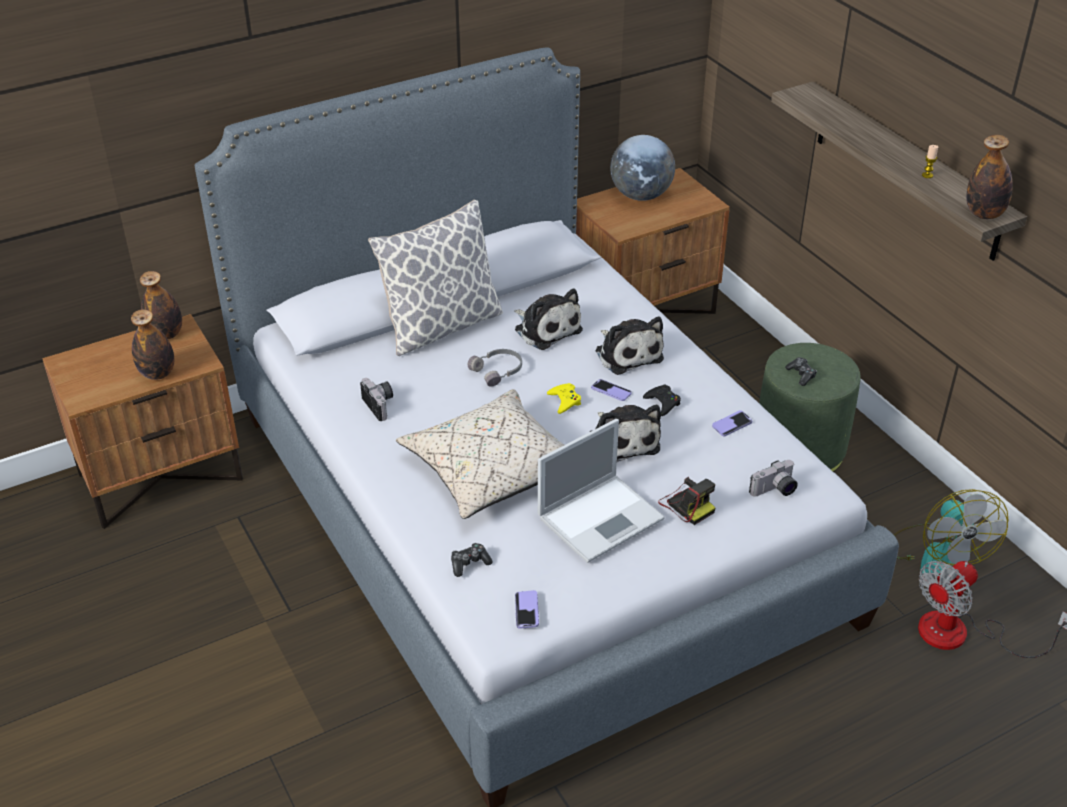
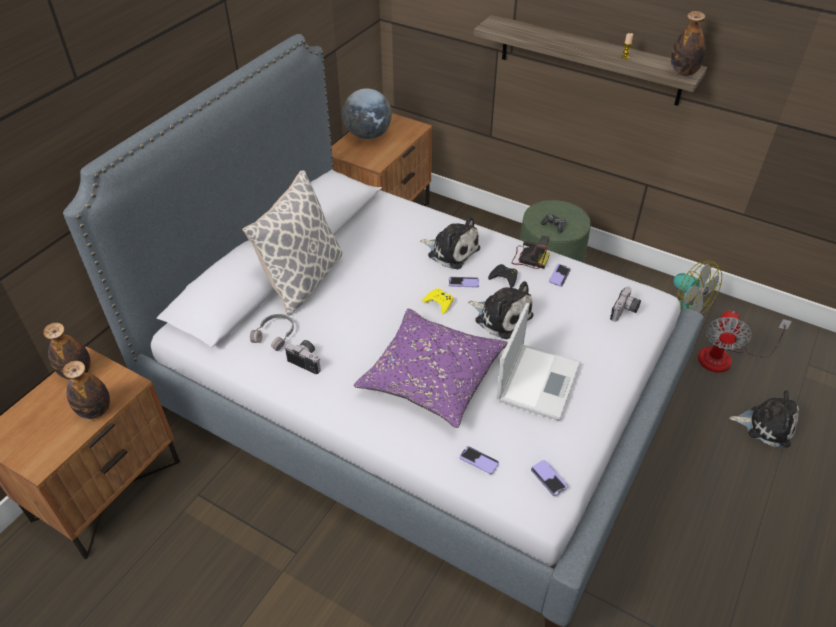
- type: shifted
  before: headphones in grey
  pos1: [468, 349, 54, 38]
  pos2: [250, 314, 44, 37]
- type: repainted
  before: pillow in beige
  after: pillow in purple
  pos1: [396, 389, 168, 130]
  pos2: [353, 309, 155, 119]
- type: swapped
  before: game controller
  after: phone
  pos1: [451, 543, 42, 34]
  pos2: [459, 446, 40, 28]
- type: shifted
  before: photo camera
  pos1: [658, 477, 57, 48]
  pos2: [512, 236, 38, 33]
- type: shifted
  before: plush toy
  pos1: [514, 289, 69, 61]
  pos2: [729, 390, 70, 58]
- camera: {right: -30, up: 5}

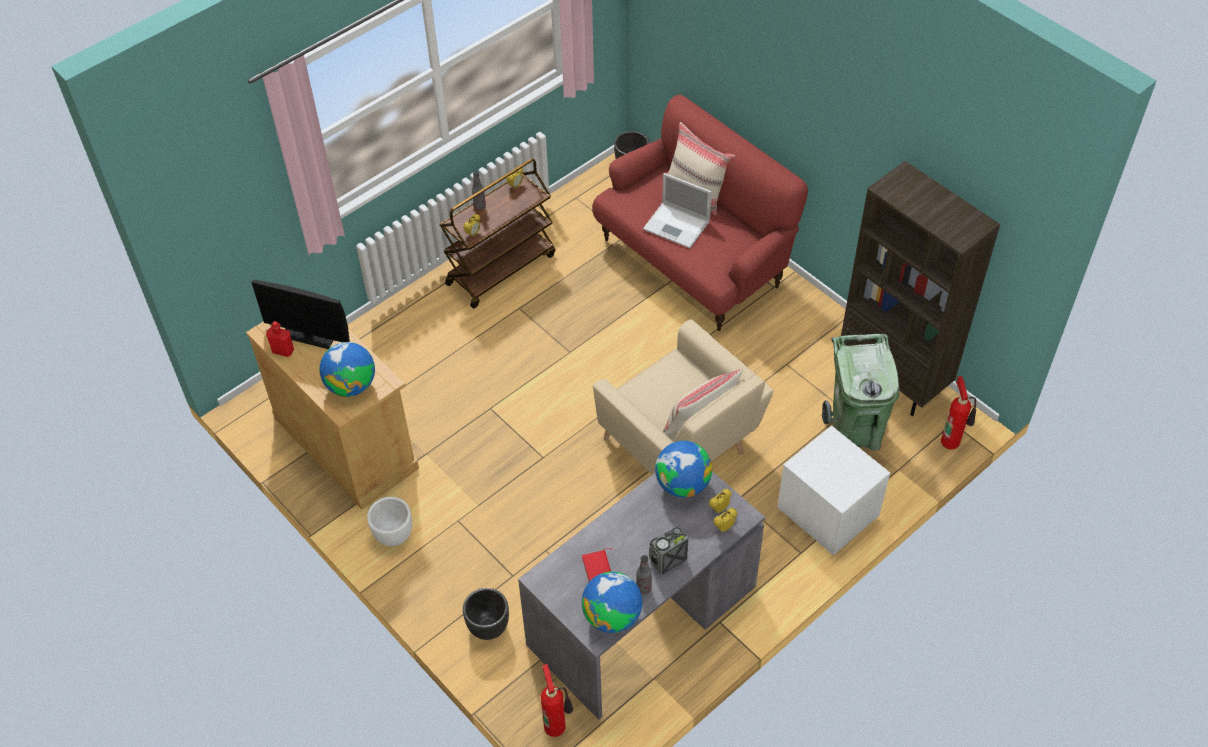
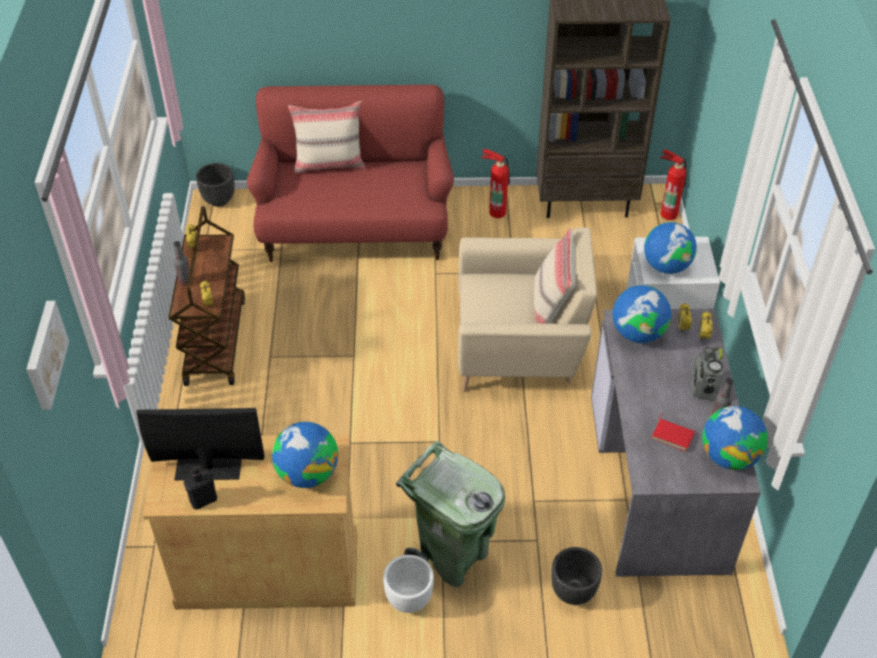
- type: new
  after: picture
  pos2: [26, 301, 43, 109]
- type: rotated
  before: monitor
  pos1: [251, 280, 99, 69]
  pos2: [136, 408, 129, 72]
  turn: -150
- type: repainted
  before: bottle in red
  after: bottle in black
  pos1: [266, 321, 28, 36]
  pos2: [184, 466, 33, 44]
- type: shifted
  before: trash can in green
  pos1: [822, 334, 78, 116]
  pos2: [396, 441, 109, 146]
- type: shifted
  before: fire extinguisher
  pos1: [541, 664, 32, 73]
  pos2: [481, 149, 29, 69]
- type: new
  after: globe
  pos2: [644, 222, 53, 52]
- type: gone
  before: laptop
  pos1: [643, 173, 69, 75]
- camera: {right: -50, up: -5}

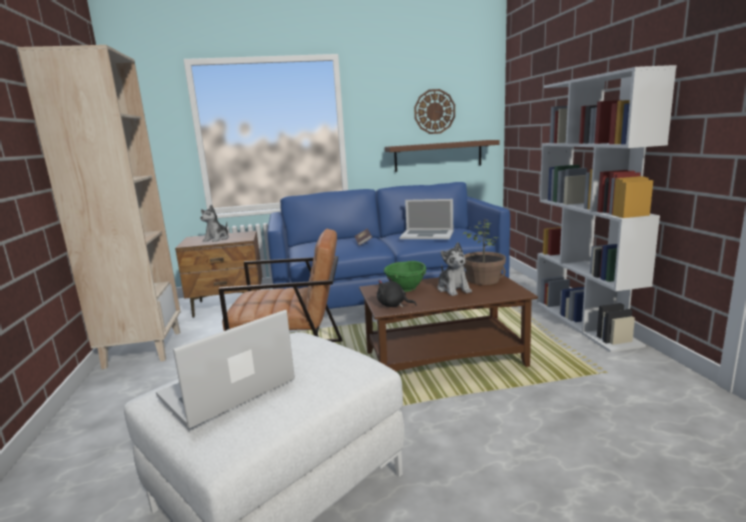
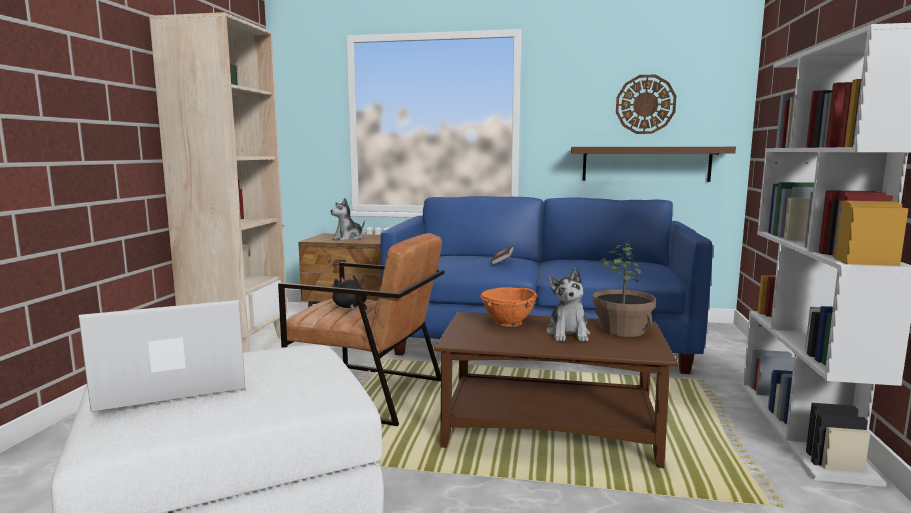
- type: shifted
  before: plush toy in black
  pos1: [377, 277, 40, 30]
  pos2: [332, 275, 35, 35]
- type: repainted
  before: bowl in green
  after: bowl in orange
  pos1: [384, 261, 42, 31]
  pos2: [480, 287, 57, 40]
- type: gone
  before: laptop
  pos1: [400, 199, 53, 40]
- camera: {right: 20, up: -5}

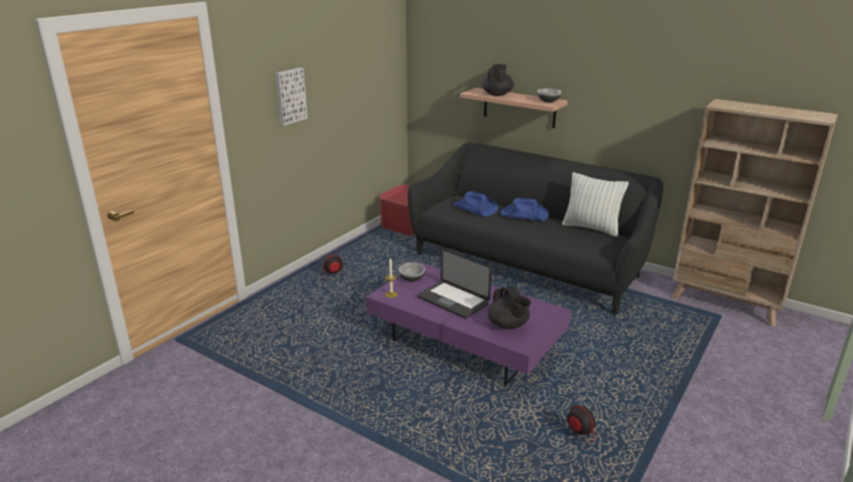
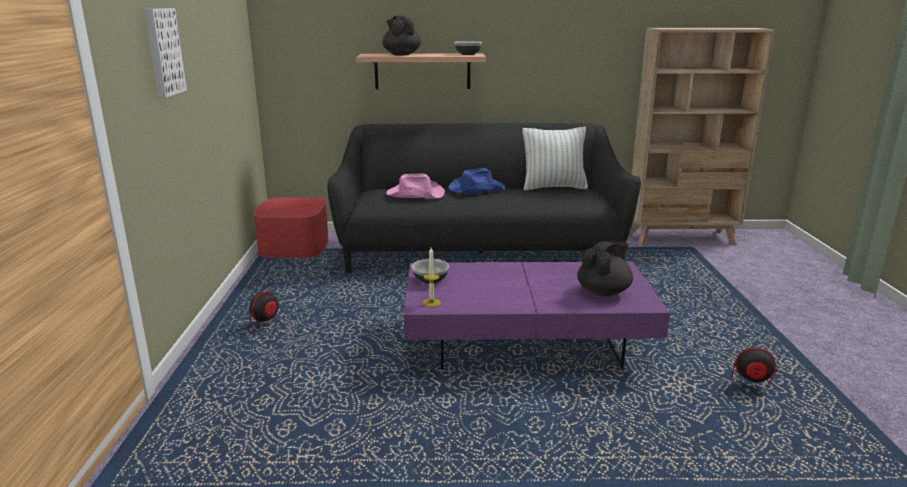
- type: repainted
  before: hat in blue
  after: hat in pink
  pos1: [454, 191, 45, 25]
  pos2: [386, 174, 59, 25]
- type: rotated
  before: teapot in black
  pos1: [488, 286, 43, 43]
  pos2: [577, 241, 56, 55]
  turn: -75
- type: gone
  before: laptop
  pos1: [417, 248, 75, 71]
- camera: {right: -35, up: -5}

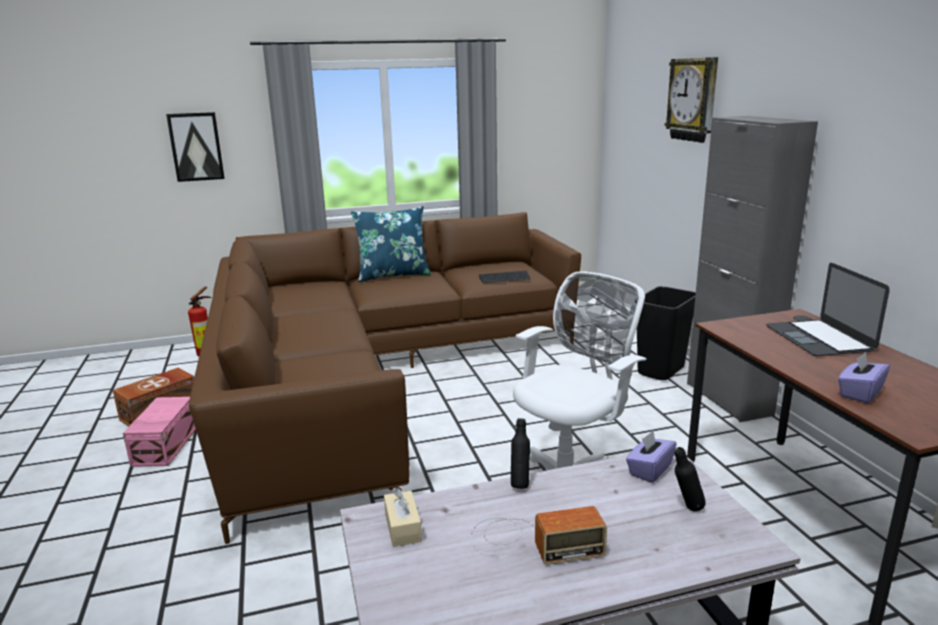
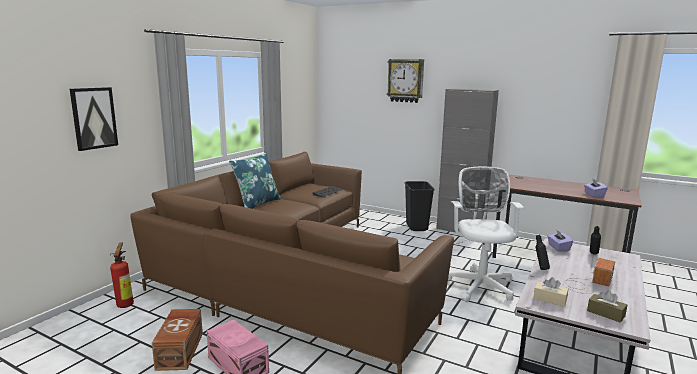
- type: new
  after: tissue box in brown
  pos2: [587, 290, 40, 33]
- type: gone
  before: laptop
  pos1: [766, 263, 124, 93]
- camera: {right: -45, up: -5}

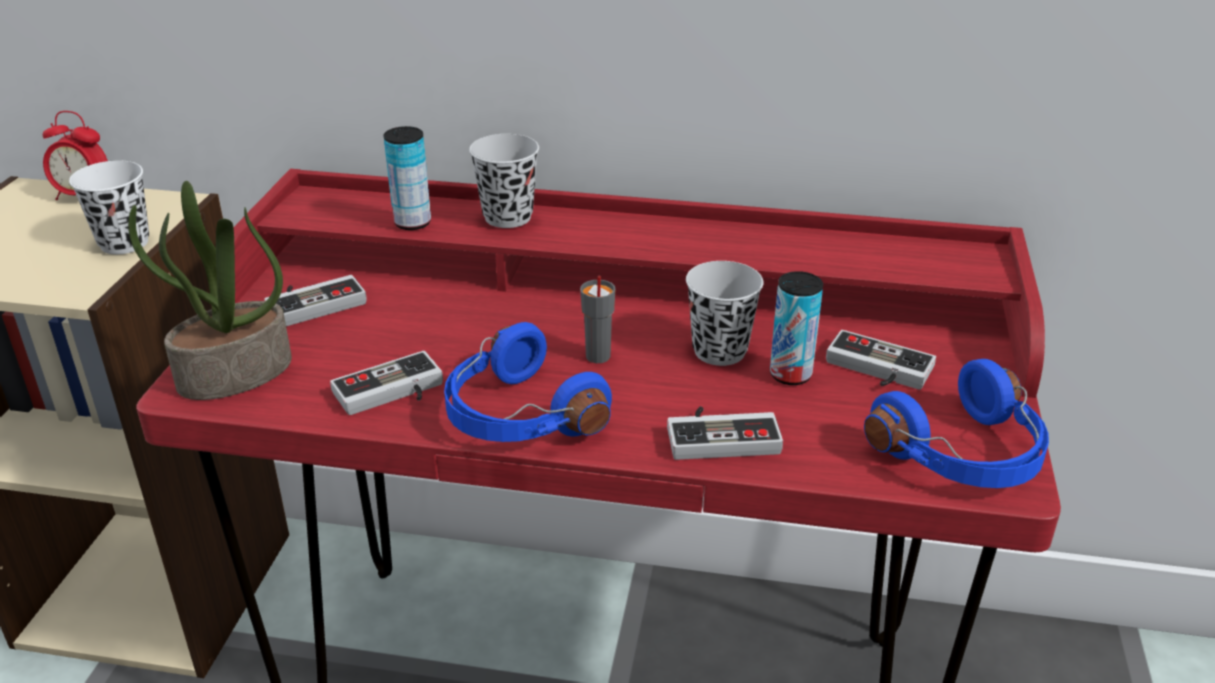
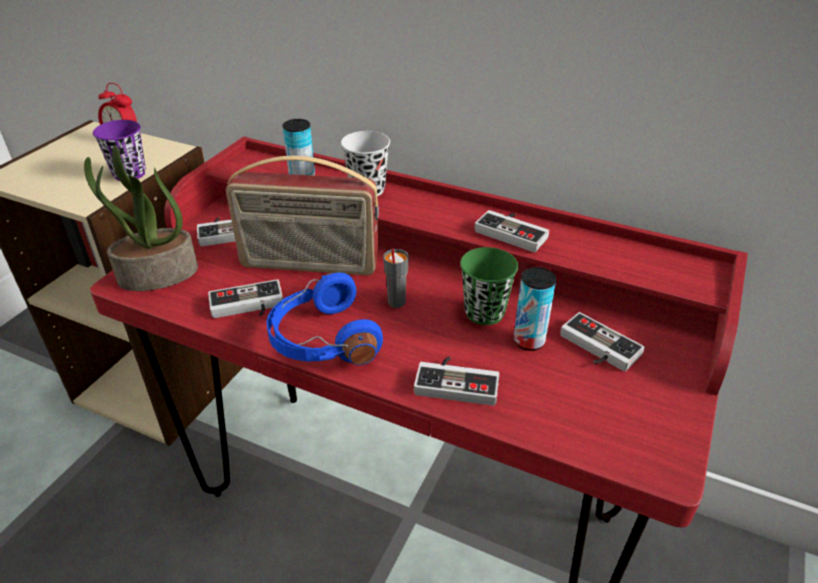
- type: repainted
  before: cup in white
  after: cup in purple
  pos1: [69, 160, 80, 94]
  pos2: [93, 120, 53, 61]
- type: new
  after: radio
  pos2: [226, 156, 153, 119]
- type: repainted
  before: cup in black
  after: cup in green
  pos1: [686, 261, 77, 105]
  pos2: [460, 247, 58, 78]
- type: new
  after: game controller
  pos2: [474, 210, 75, 42]
- type: gone
  before: headphones in blue
  pos1: [864, 359, 185, 129]
- camera: {right: 15, up: 5}

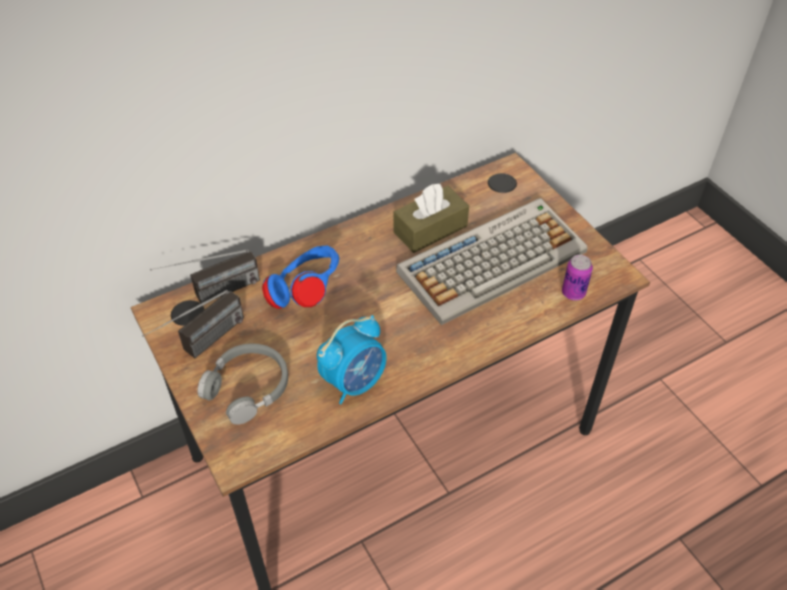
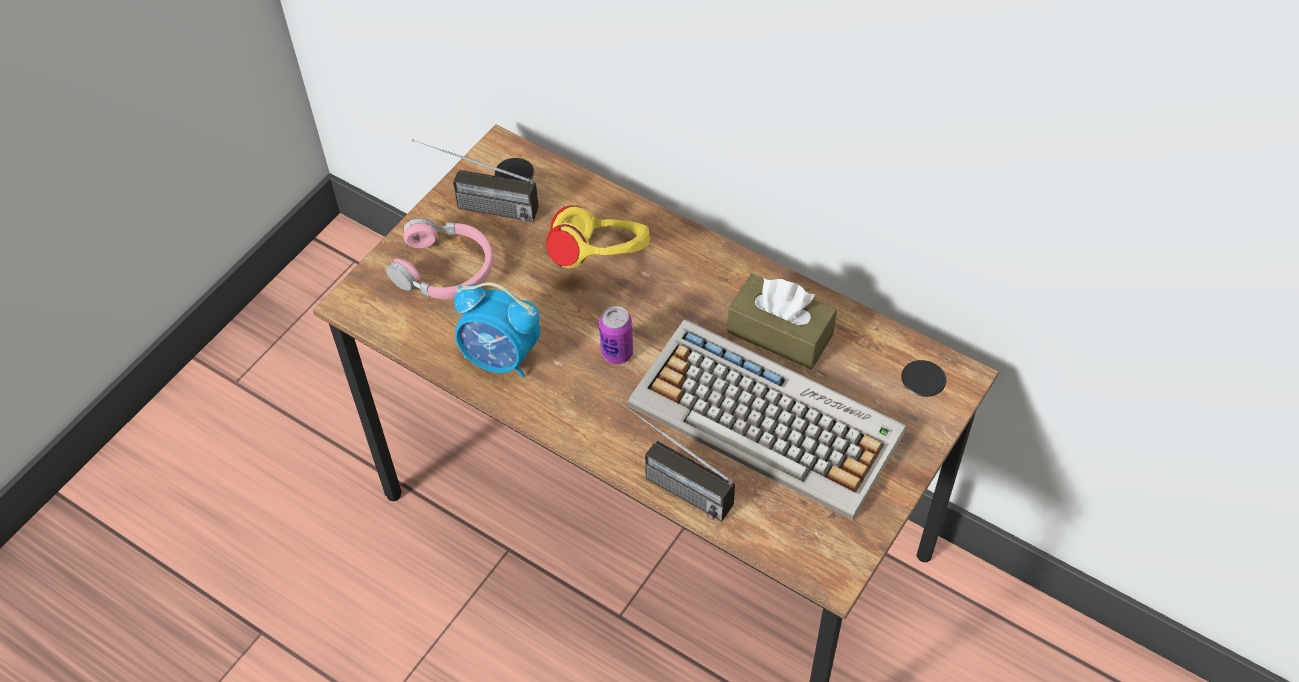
- type: repainted
  before: headphones in grey
  after: headphones in pink
  pos1: [197, 343, 91, 82]
  pos2: [386, 218, 107, 81]
- type: repainted
  before: headphones in blue
  after: headphones in yellow
  pos1: [262, 245, 77, 64]
  pos2: [546, 205, 104, 63]
- type: shifted
  before: can
  pos1: [562, 255, 31, 46]
  pos2: [599, 306, 34, 58]
- type: shifted
  before: radio
  pos1: [150, 249, 110, 54]
  pos2: [613, 397, 122, 124]
- camera: {right: 65, up: 5}

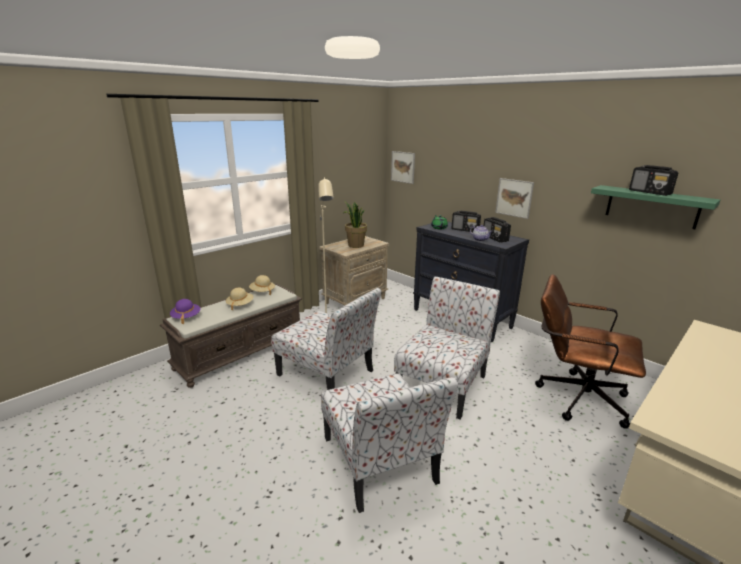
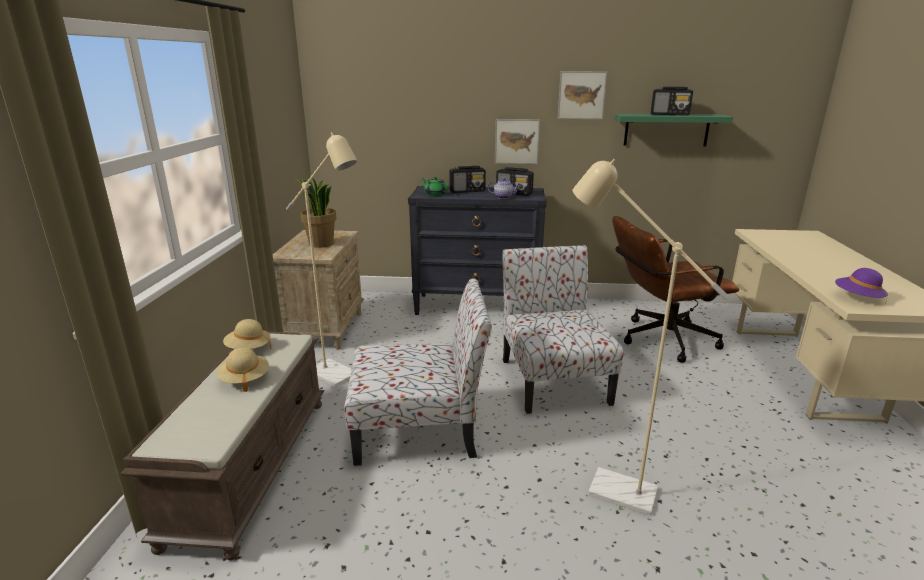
- type: shifted
  before: picture
  pos1: [391, 151, 24, 33]
  pos2: [558, 71, 49, 48]
- type: swapped
  before: chair
  after: floor lamp in beige
  pos1: [321, 373, 137, 140]
  pos2: [573, 159, 156, 357]
- type: shifted
  before: hat in purple
  pos1: [170, 299, 30, 25]
  pos2: [835, 268, 53, 36]
- camera: {right: -40, up: 0}

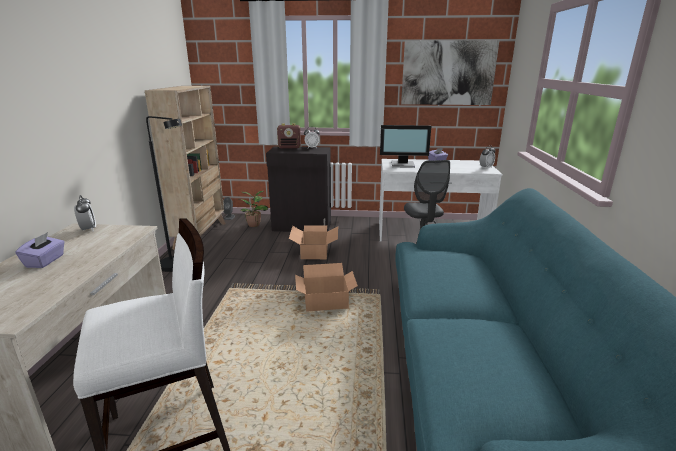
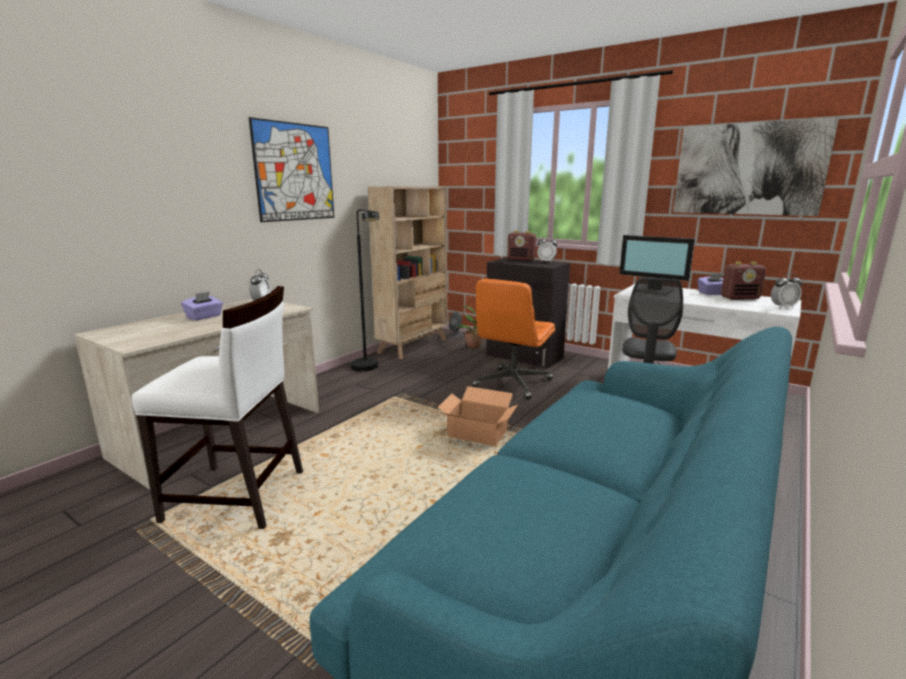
- type: new
  after: picture
  pos2: [249, 117, 85, 105]
- type: swapped
  before: cardboard box
  after: office chair in orange
  pos1: [289, 225, 49, 34]
  pos2: [472, 279, 83, 120]
- type: new
  after: radio
  pos2: [721, 262, 45, 38]
- camera: {right: 30, up: -5}

